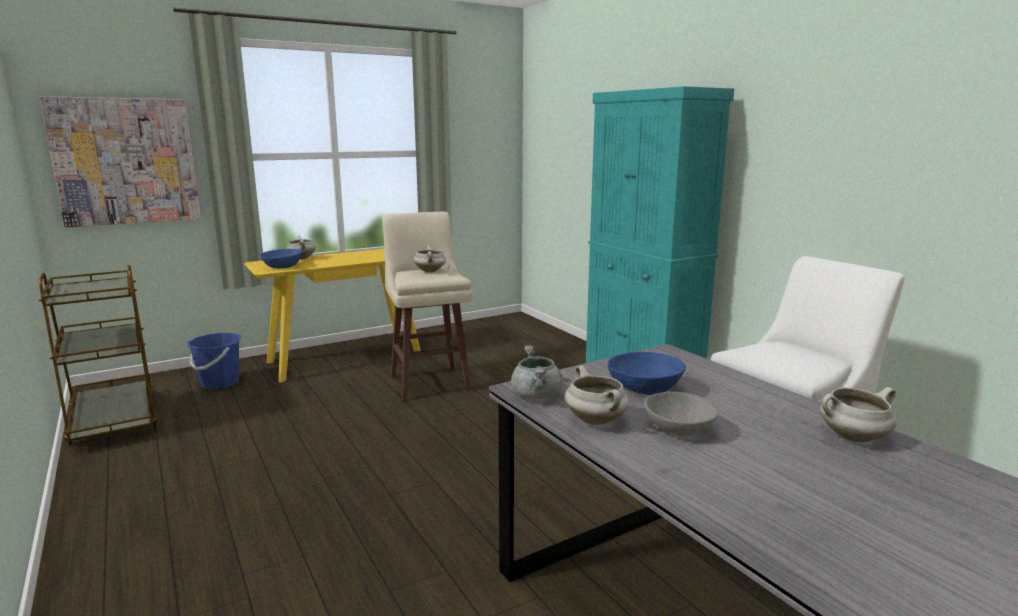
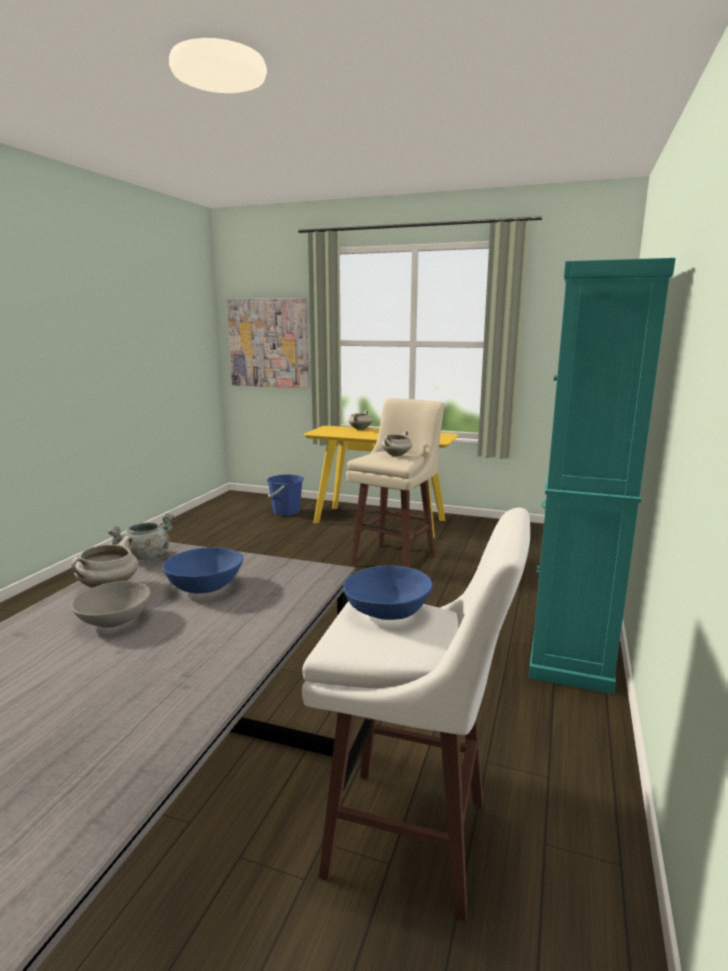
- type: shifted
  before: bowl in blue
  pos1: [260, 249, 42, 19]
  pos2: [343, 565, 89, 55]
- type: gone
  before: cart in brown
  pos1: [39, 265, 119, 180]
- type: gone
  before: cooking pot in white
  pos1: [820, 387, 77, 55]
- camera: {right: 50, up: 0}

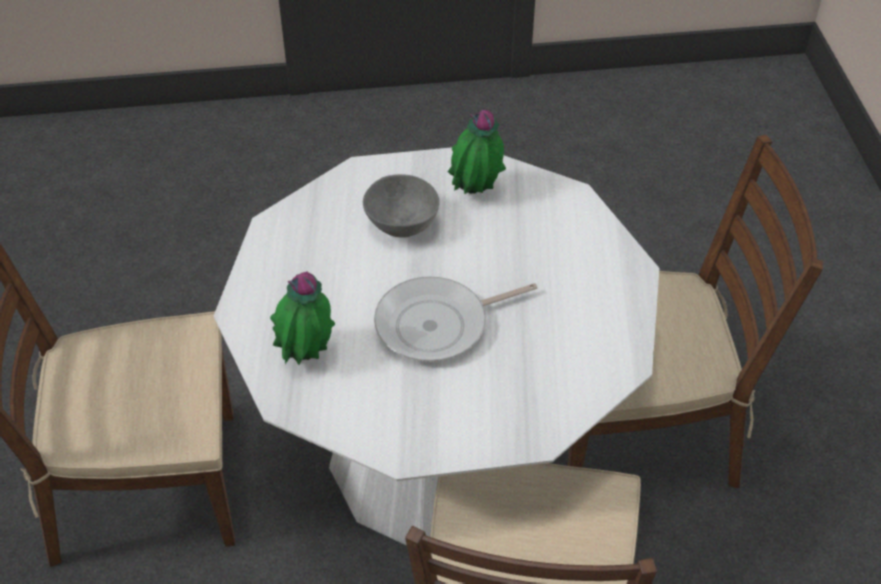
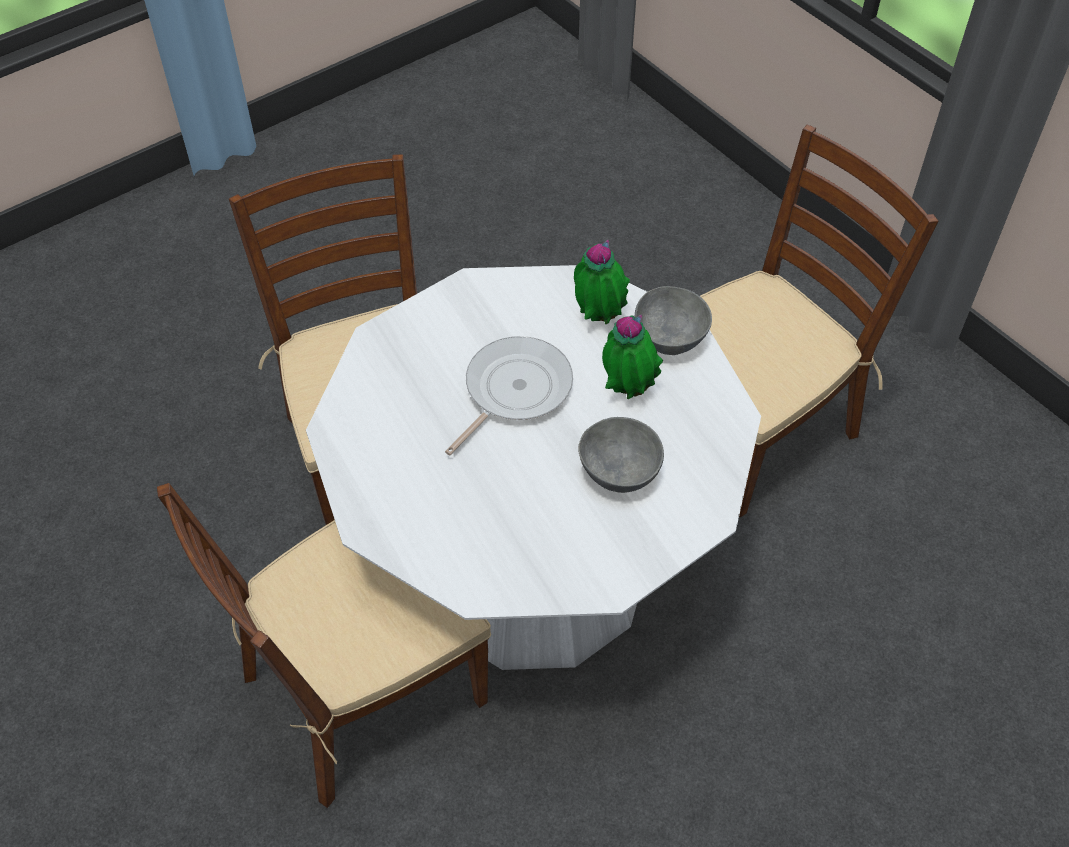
- type: shifted
  before: potted plant
  pos1: [448, 110, 58, 84]
  pos2: [602, 315, 61, 84]
- type: new
  after: bowl in grey
  pos2: [635, 286, 77, 69]
- camera: {right: 150, up: 5}

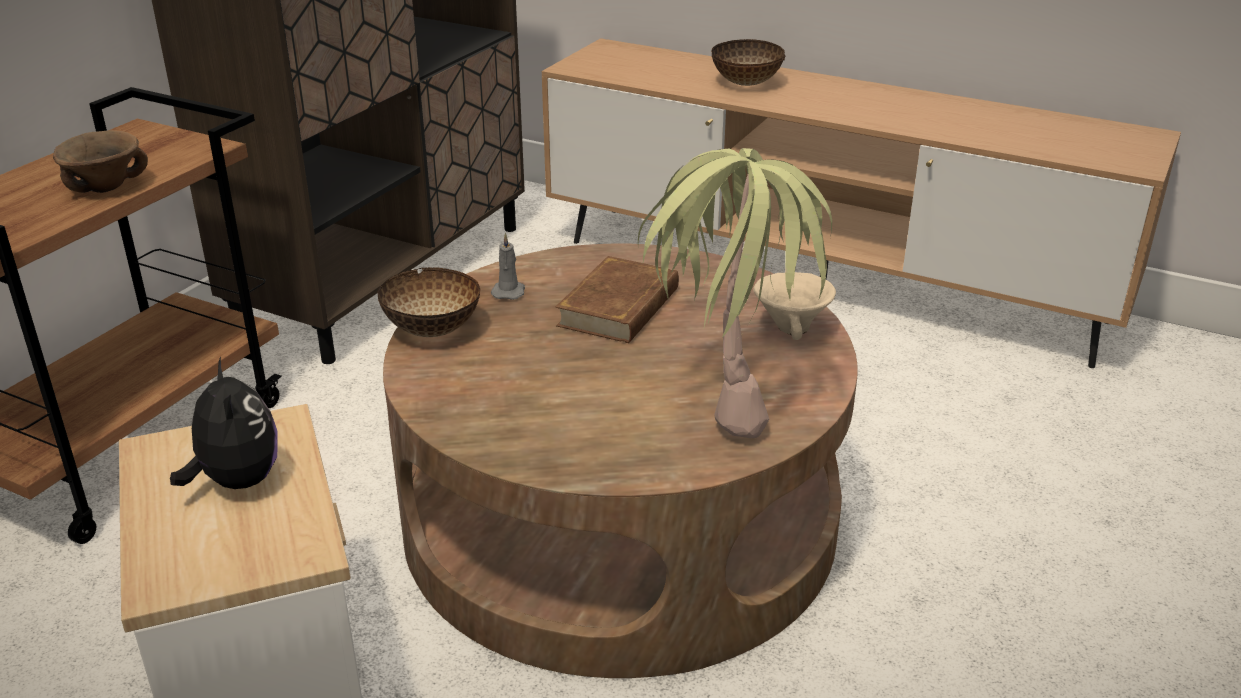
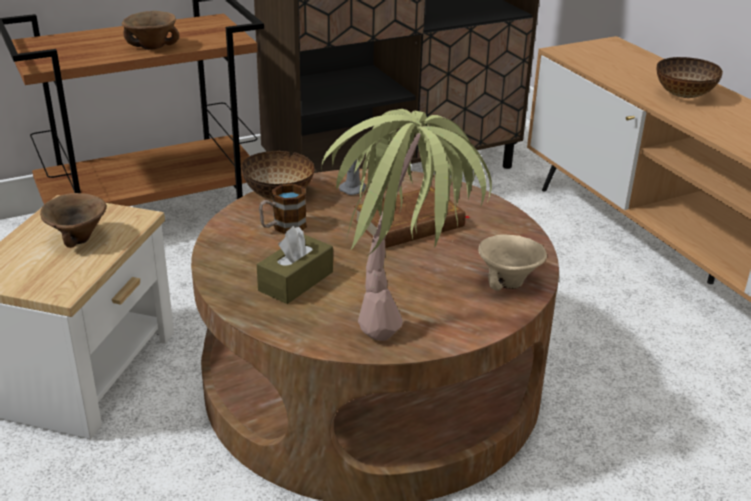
- type: swapped
  before: plush toy
  after: bowl in brown
  pos1: [170, 357, 108, 132]
  pos2: [40, 193, 67, 55]
- type: new
  after: tissue box in brown
  pos2: [257, 226, 76, 78]
- type: new
  after: mug
  pos2: [259, 184, 48, 50]
- camera: {right: 35, up: 0}

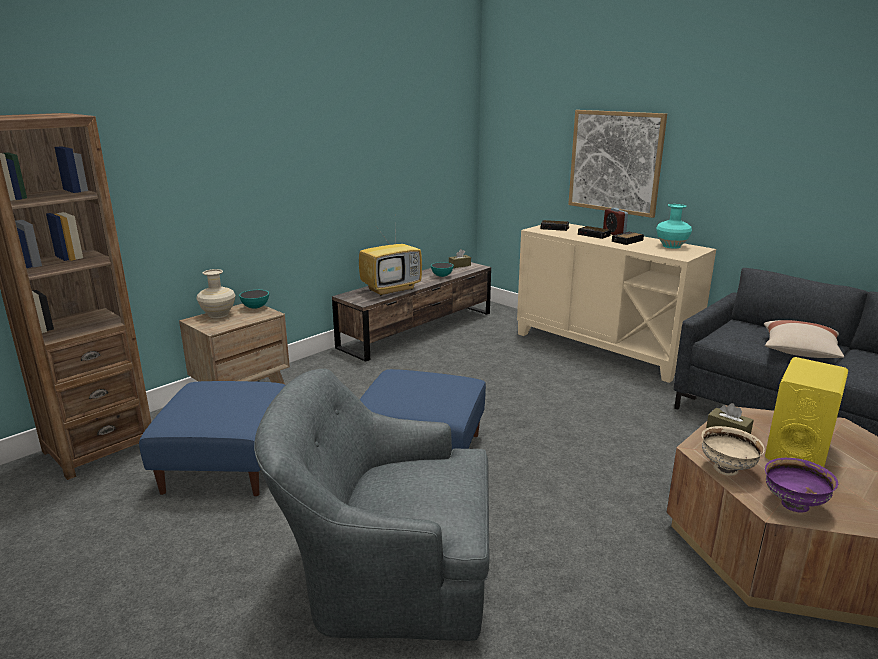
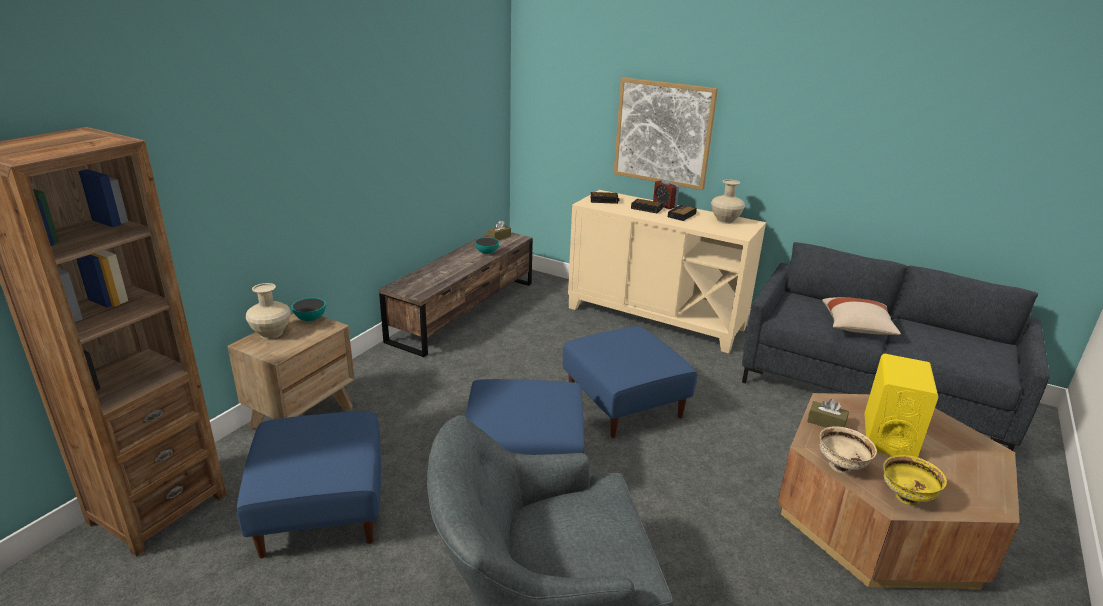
- type: new
  after: ottoman in blue
  pos2: [563, 326, 134, 112]
- type: repainted
  before: vase in turquoise
  after: vase in beige
  pos1: [656, 204, 36, 45]
  pos2: [711, 179, 34, 45]
- type: repainted
  before: bowl in purple
  after: bowl in yellow
  pos1: [765, 458, 73, 55]
  pos2: [883, 455, 64, 50]
- type: gone
  before: television
  pos1: [359, 225, 63, 71]
- camera: {right: -15, up: 5}

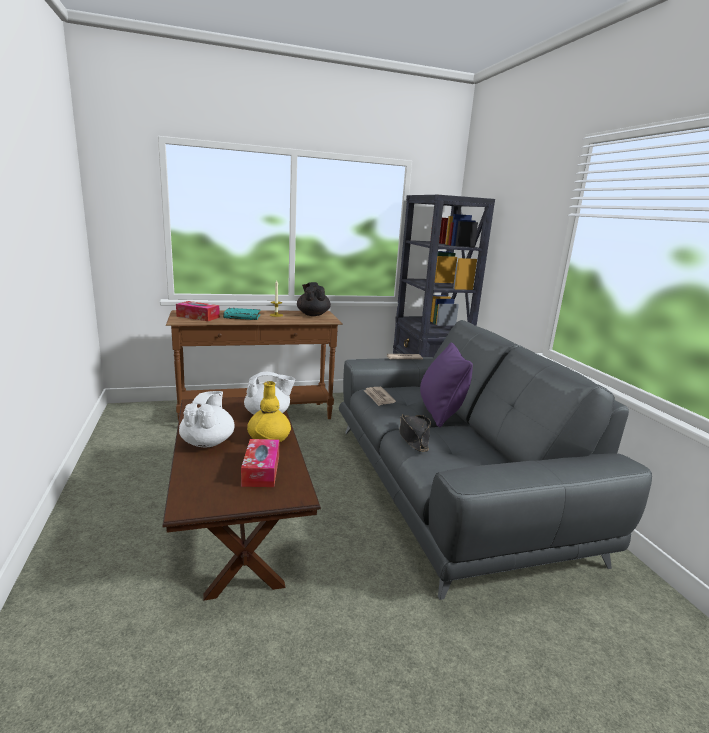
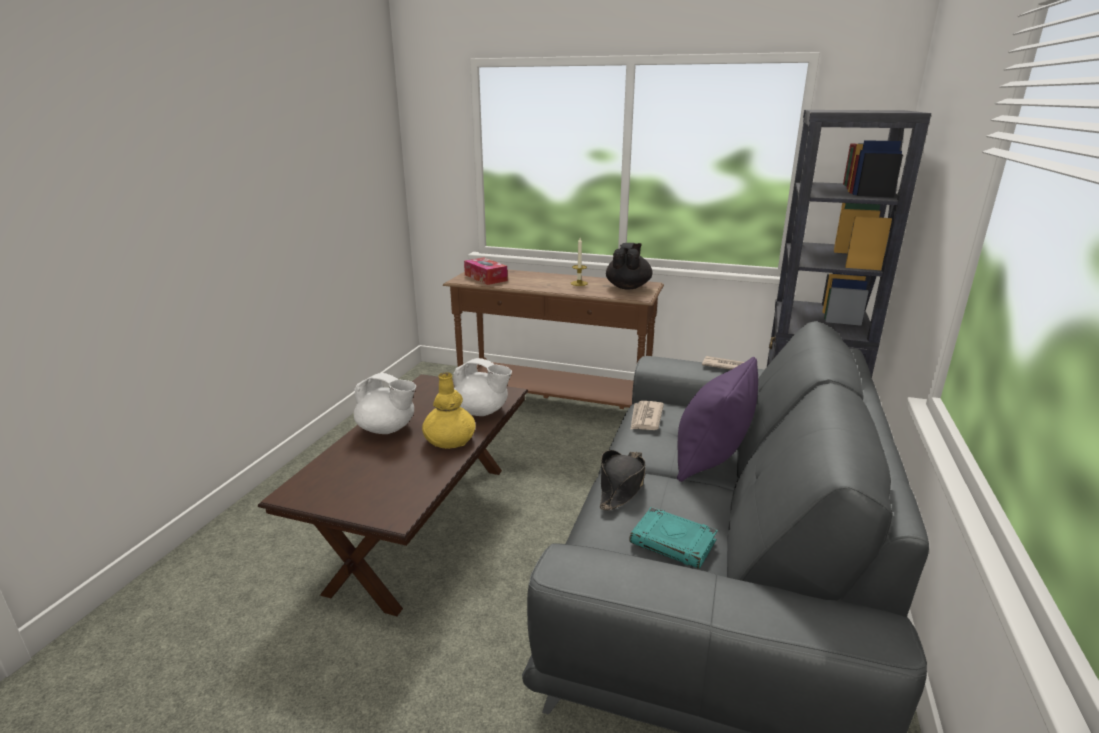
- type: rotated
  before: teapot in white
  pos1: [179, 391, 56, 56]
  pos2: [354, 373, 62, 61]
  turn: 75
- type: shifted
  before: book in turquoise
  pos1: [223, 308, 37, 12]
  pos2: [629, 507, 89, 62]
- type: gone
  before: tissue box
  pos1: [241, 439, 38, 48]
- camera: {right: 35, up: 5}

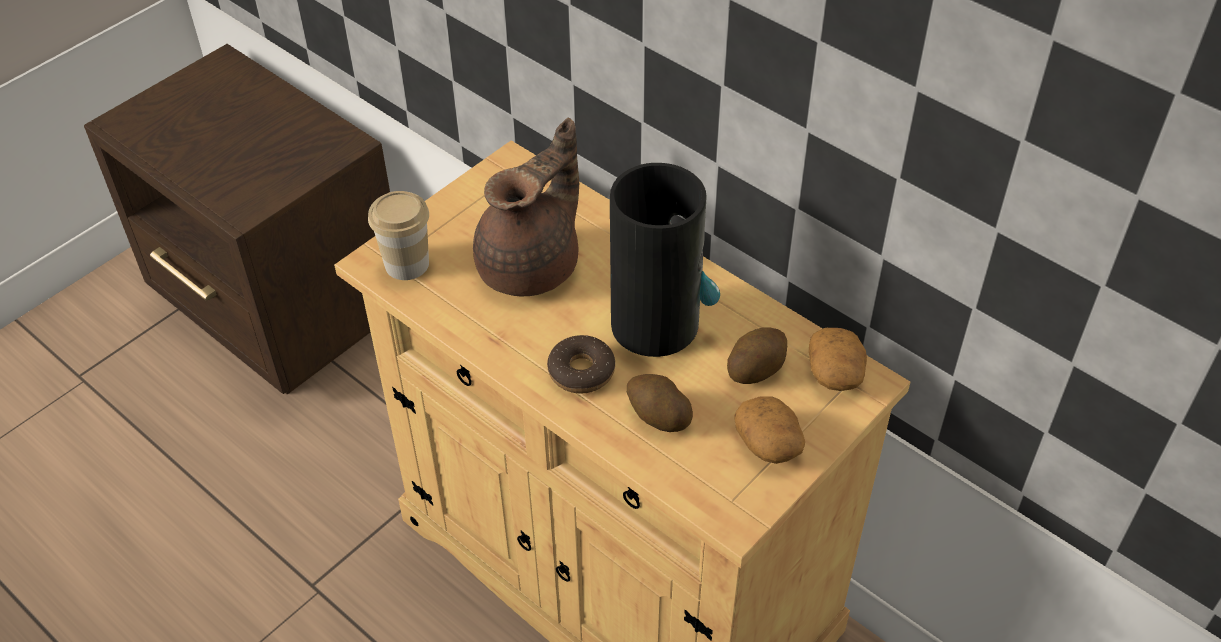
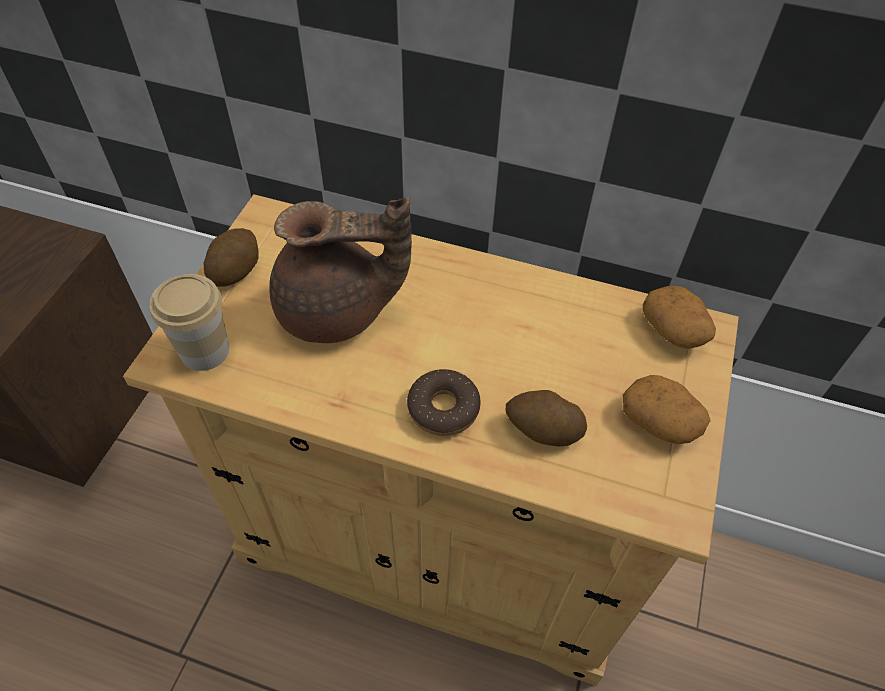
- type: shifted
  before: potato
  pos1: [727, 327, 60, 57]
  pos2: [204, 228, 54, 59]
- type: rotated
  before: teapot in brown
  pos1: [473, 118, 106, 178]
  pos2: [269, 197, 143, 146]
  turn: 75
- type: gone
  before: vase
  pos1: [610, 163, 110, 194]
- camera: {right: -25, up: 5}

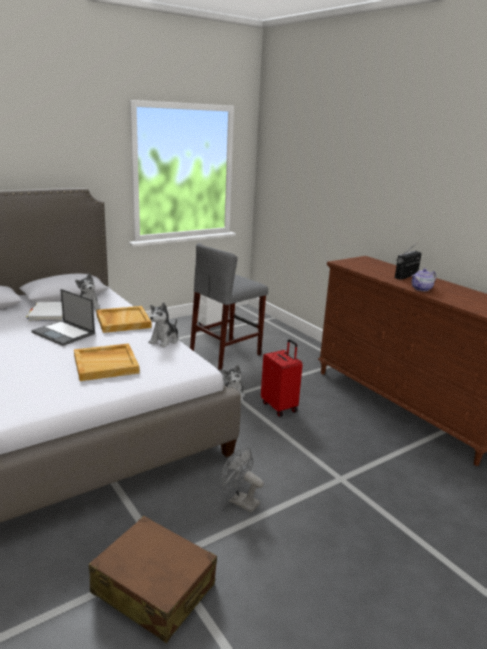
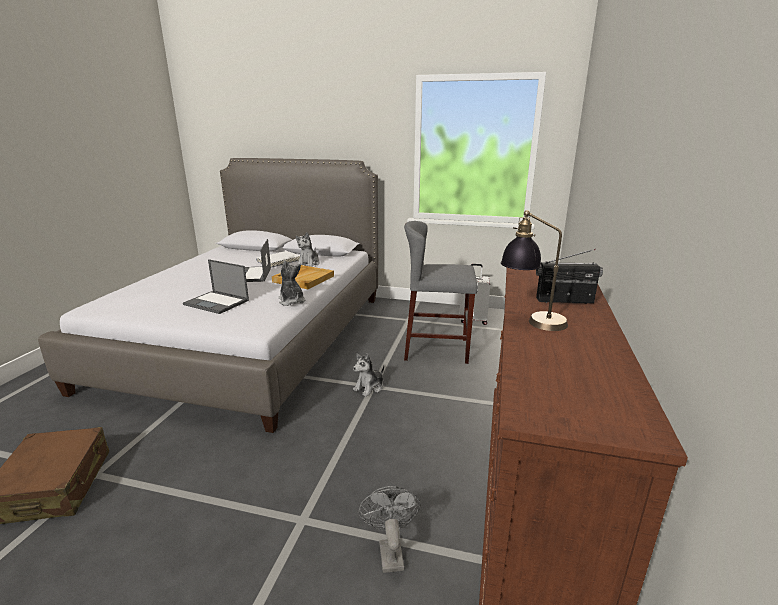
- type: swapped
  before: tray in beige
  after: laptop
  pos1: [74, 343, 66, 38]
  pos2: [183, 259, 66, 55]
- type: rotated
  before: plush toy
  pos1: [148, 302, 31, 45]
  pos2: [278, 260, 27, 46]
  turn: 75
- type: shifted
  before: fan in grey
  pos1: [221, 448, 43, 64]
  pos2: [359, 486, 61, 87]
- type: swapped
  before: teapot
  after: table lamp
  pos1: [411, 269, 25, 22]
  pos2: [501, 210, 67, 121]
- type: gone
  before: suitcase in red
  pos1: [261, 339, 42, 78]
- camera: {right: 50, up: 0}

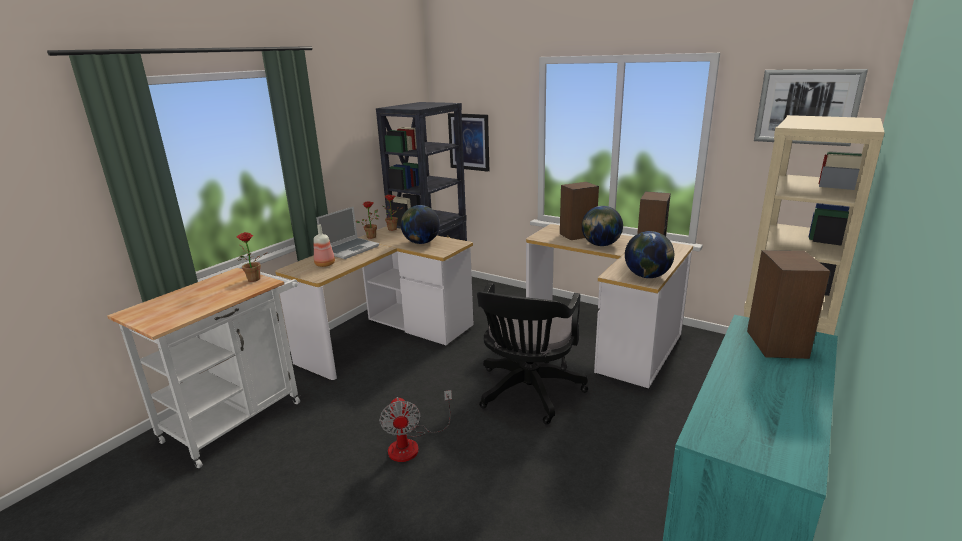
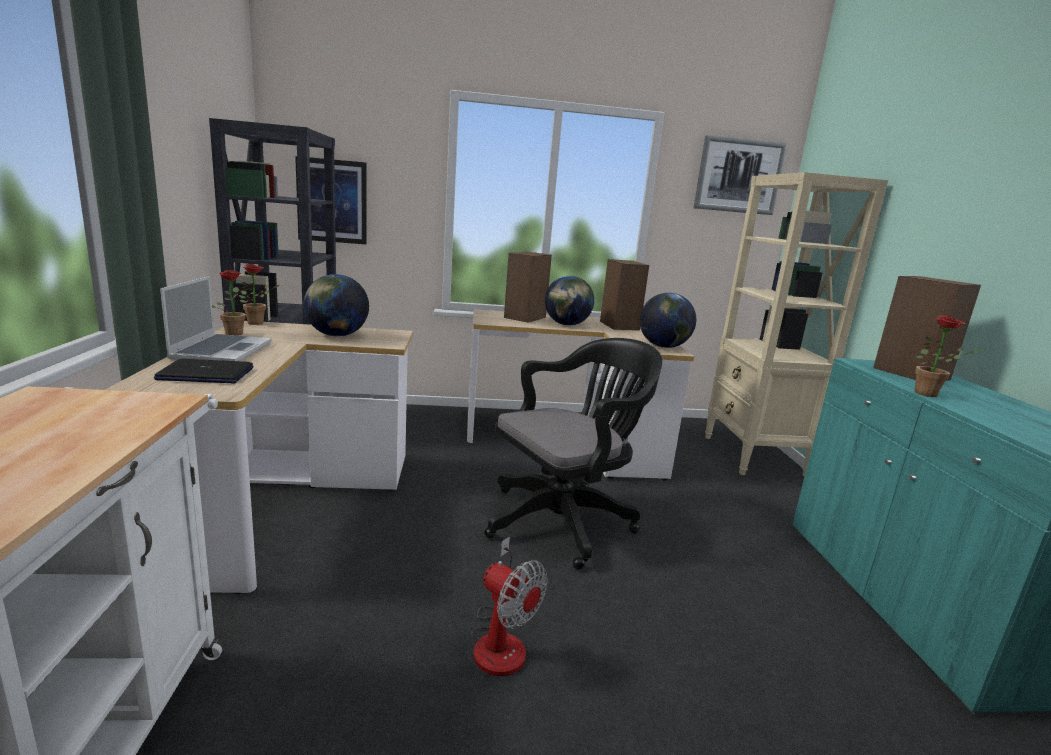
- type: swapped
  before: bottle
  after: laptop
  pos1: [313, 225, 22, 42]
  pos2: [154, 359, 99, 24]
- type: rotated
  before: office chair in black
  pos1: [477, 283, 111, 142]
  pos2: [485, 338, 177, 232]
  turn: -105
- type: shifted
  before: potted plant
  pos1: [236, 232, 30, 50]
  pos2: [915, 315, 68, 82]
- camera: {right: -40, up: -5}

